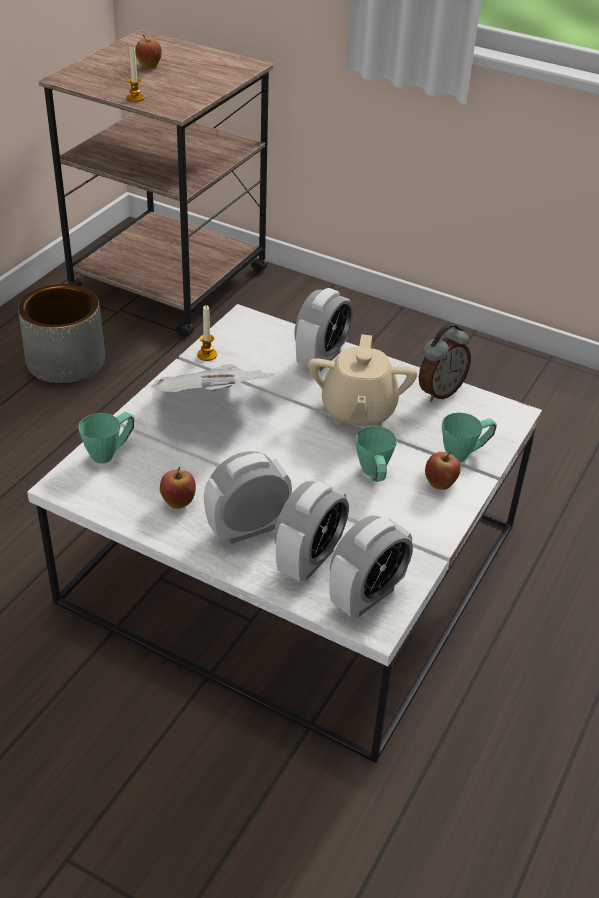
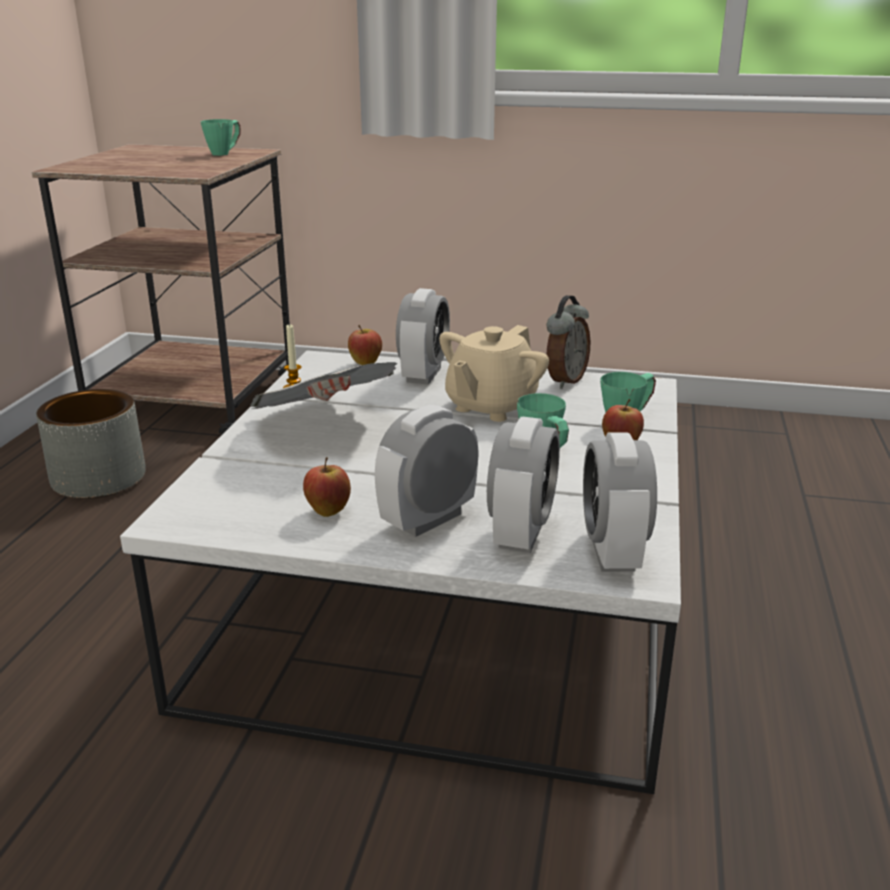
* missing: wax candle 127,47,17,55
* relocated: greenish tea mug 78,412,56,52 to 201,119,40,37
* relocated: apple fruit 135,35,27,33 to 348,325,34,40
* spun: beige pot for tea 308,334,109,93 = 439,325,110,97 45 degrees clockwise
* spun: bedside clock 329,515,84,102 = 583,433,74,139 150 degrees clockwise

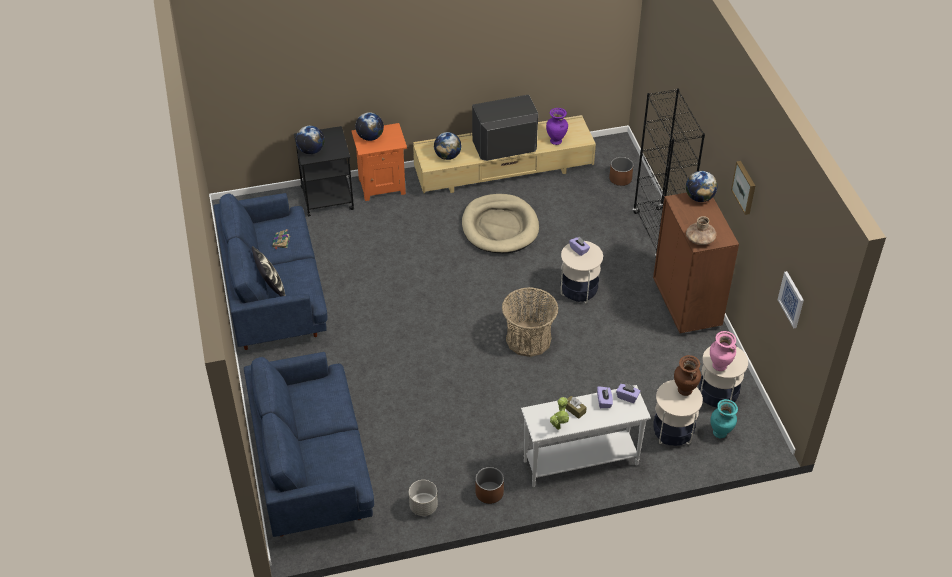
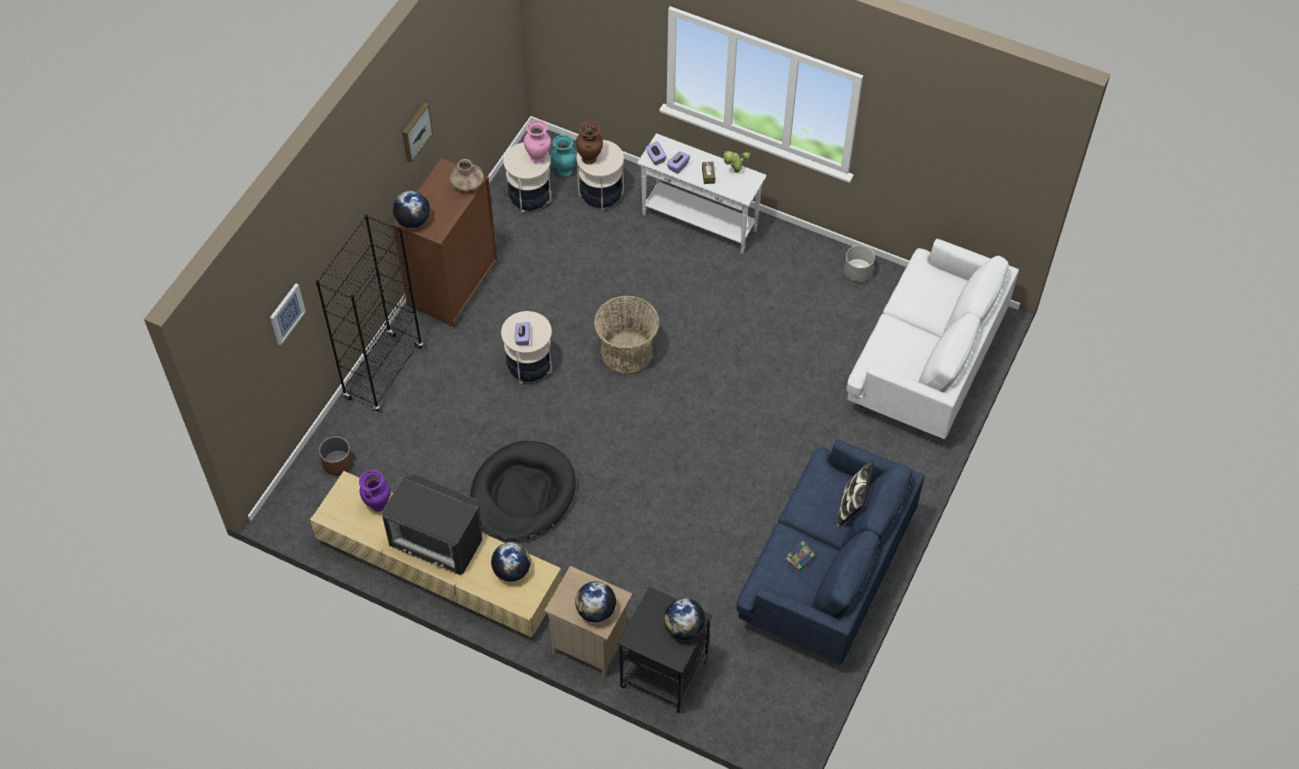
* missing: brownish flower pot 475,467,29,37
* relocated: wall picture 777,271,27,57 to 270,283,36,62
* colour: blue sofa 244,352,130,185 to whitish sofa 847,239,172,200
* colour: orangey nightstand 352,123,55,78 to beige nightstand 544,566,89,111
* colour: beige dog bed 462,194,77,59 to blackish dog bed 470,441,106,100

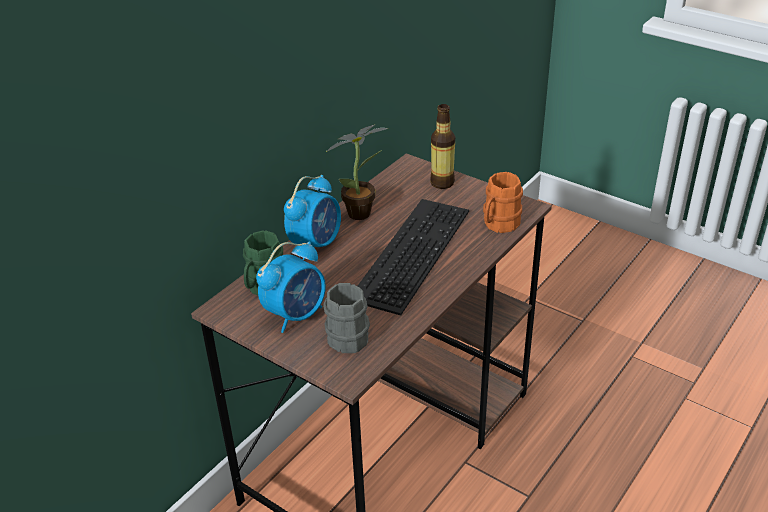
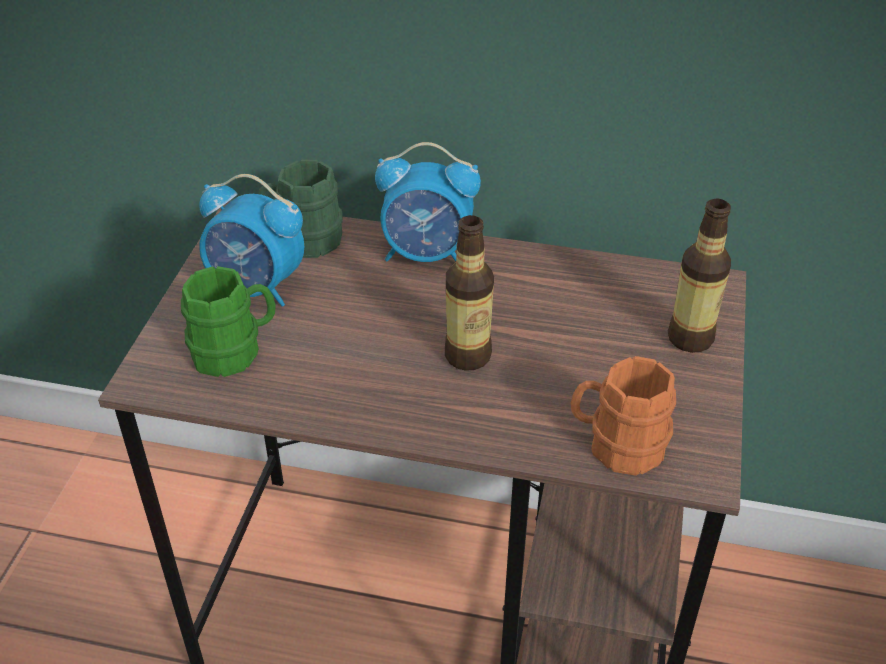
* missing: plant in a pot 326,124,62,96
* exchanged: keyboard 357,199,112,117 to drink bottle 445,215,49,156
* colour: grey tea mug 323,283,47,70 to greenish tea mug 181,266,95,111

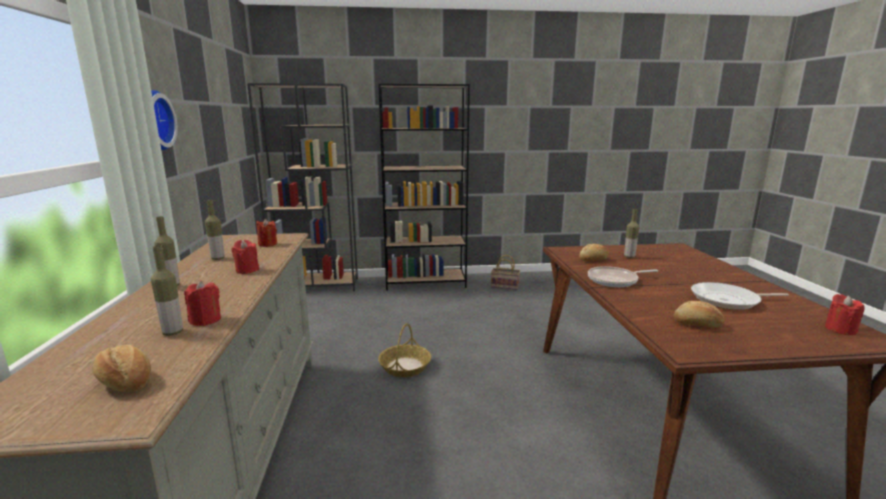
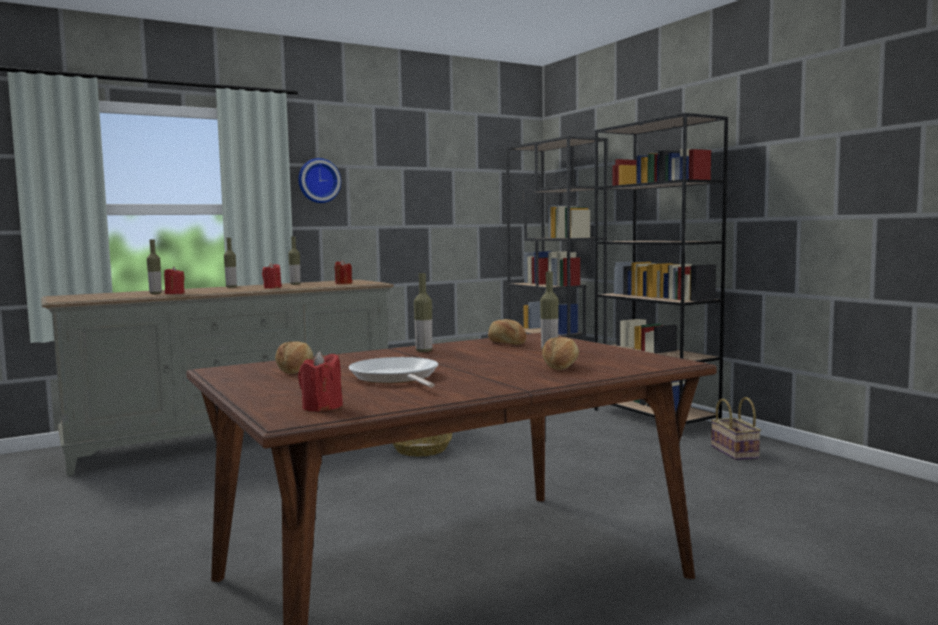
* relocated: bakery bread 93,345,58,47 to 542,337,37,33
* exchanged: skillet 588,266,70,21 to drink bottle 414,273,18,79

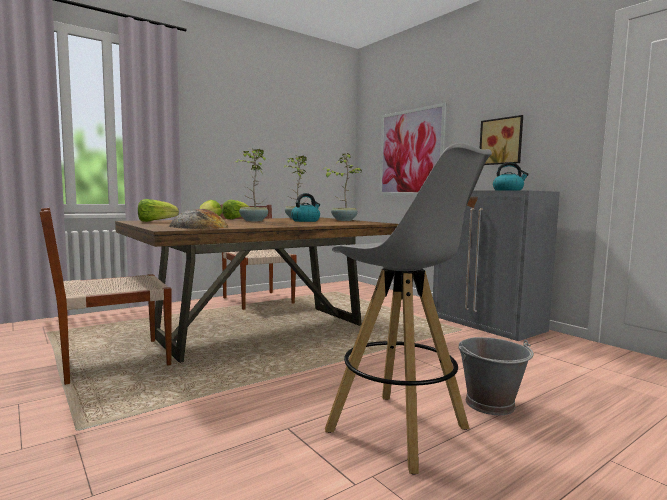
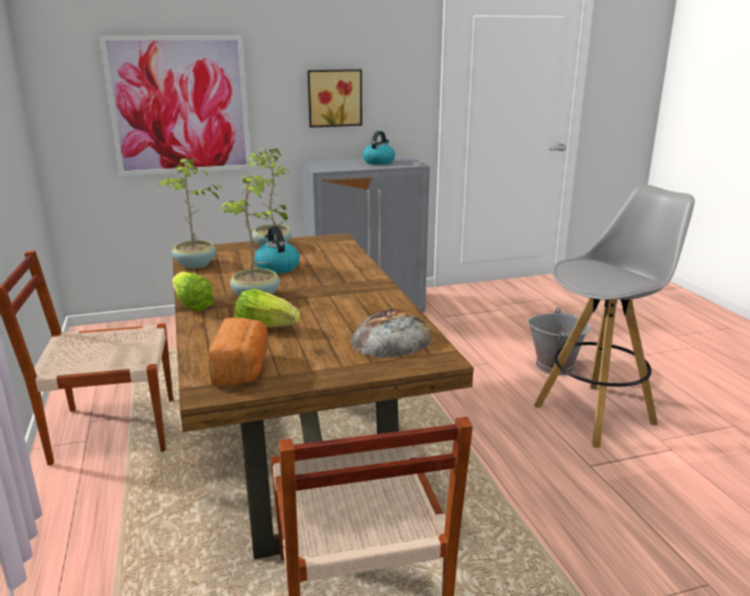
* exchanged: lettuce head 138,199,41,23 to bakery bread 209,318,59,69

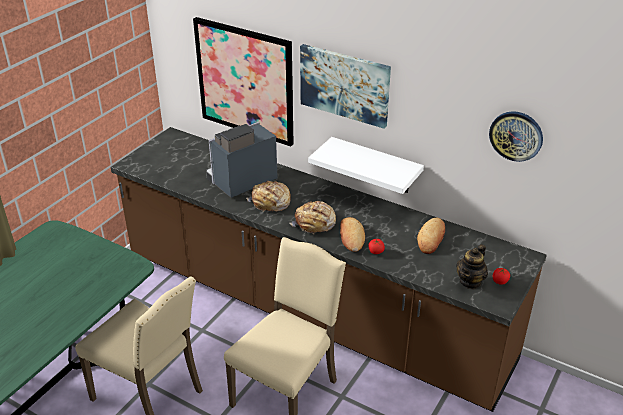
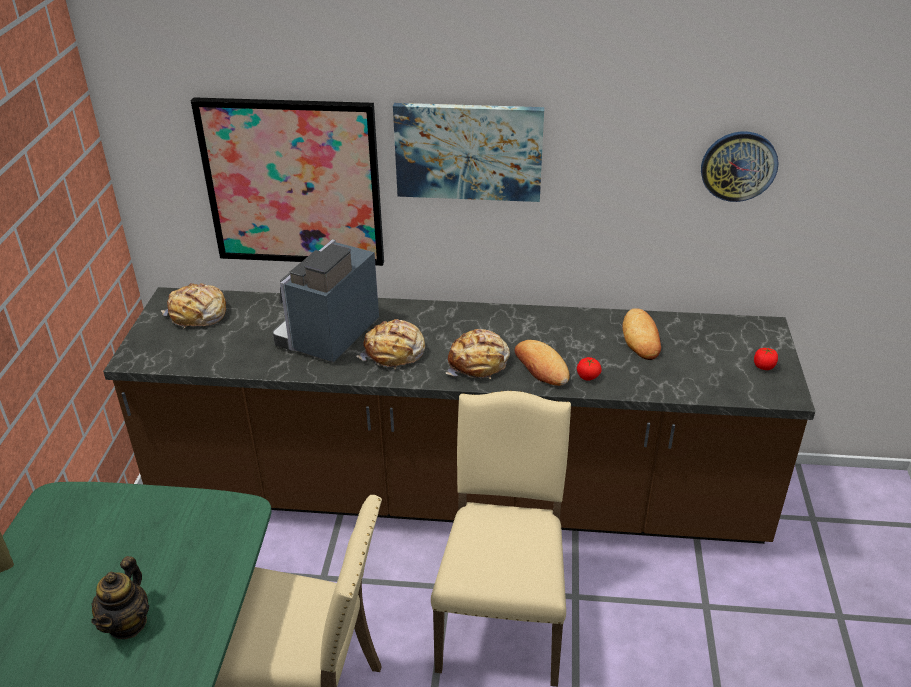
* missing: whitish bracket shelf 308,137,116,57
* appeared: bakery bread 161,283,65,46
* relocated: pot for tea 456,244,32,45 to 91,556,58,83

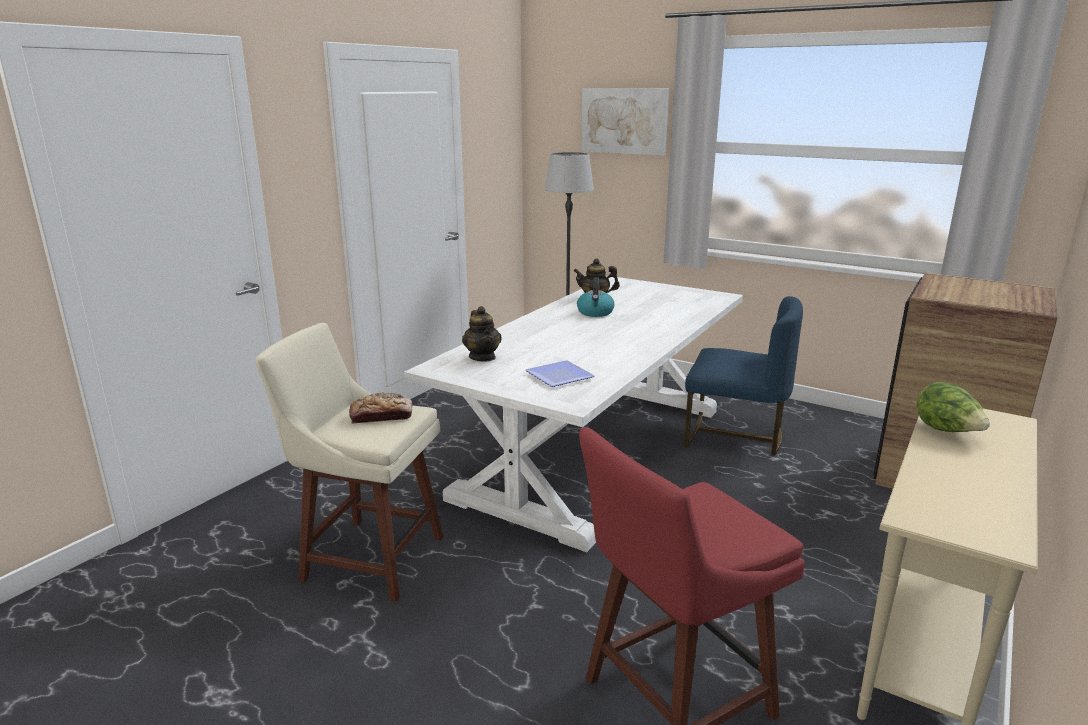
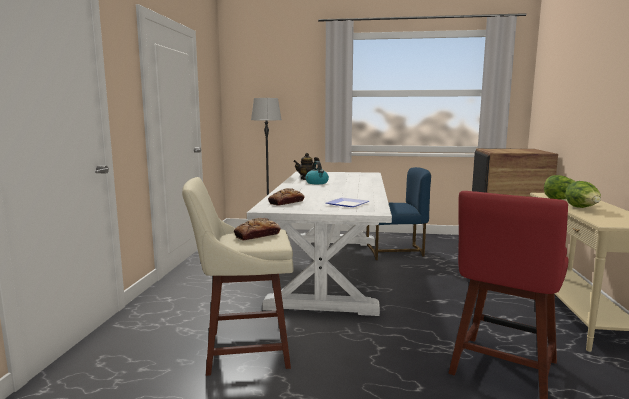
* missing: wall picture 581,88,88,67
* appeared: lettuce head 565,181,36,27
* exchanged: pot for tea 462,306,40,56 to bakery bread 268,188,37,18

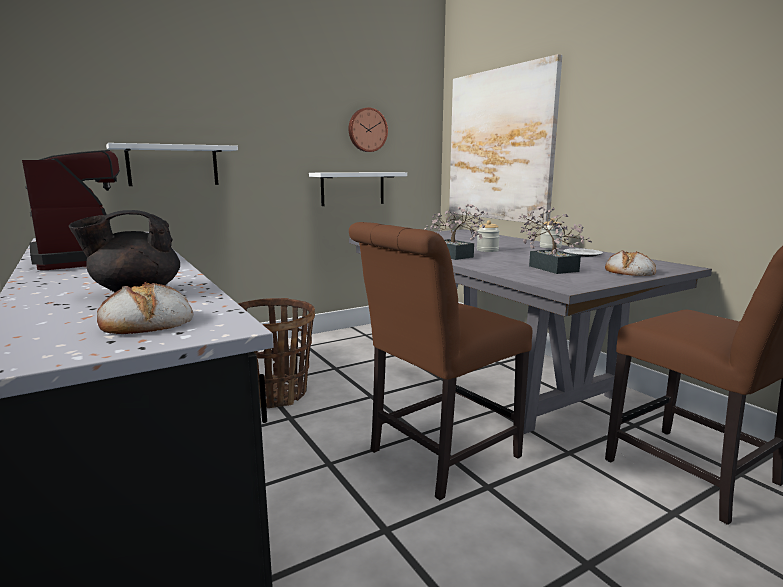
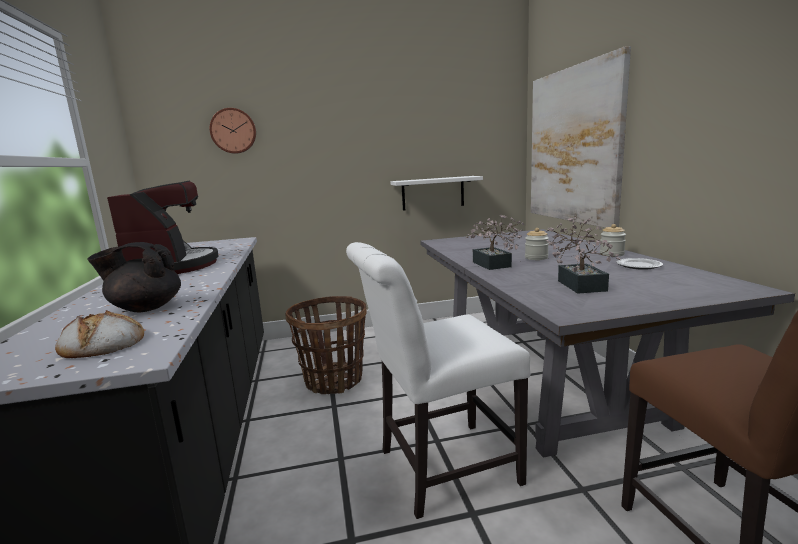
* missing: whitish bracket shelf 106,143,132,43
* missing: bakery bread 605,250,51,26
* relocated: clock on the wall 349,107,39,45 to 210,108,46,46
* colour: brownish chair 349,222,183,278 to whitish chair 346,242,184,277

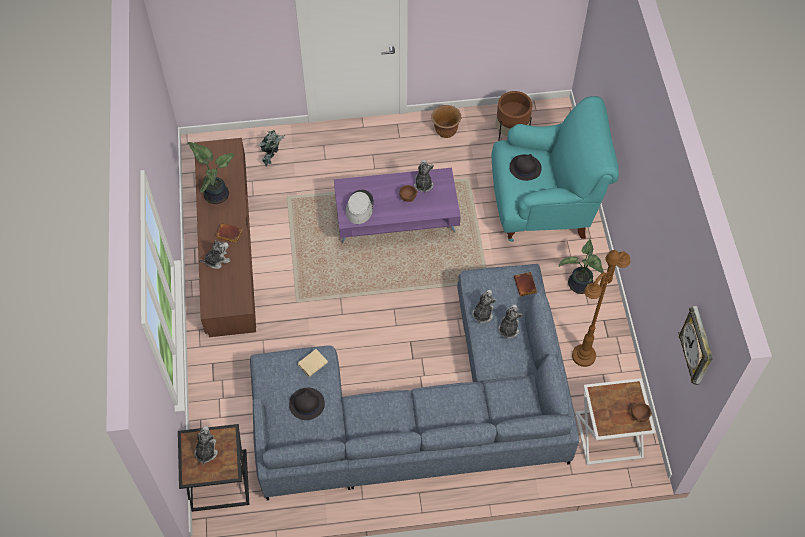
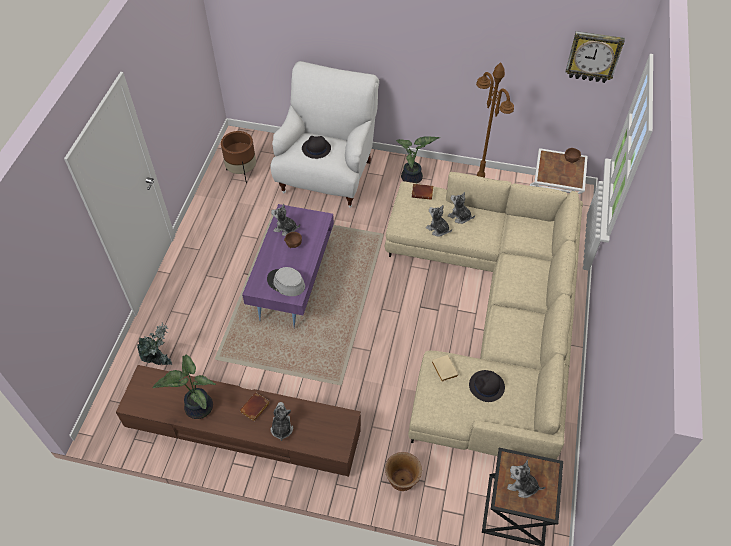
* relocated: brownish flower pot 431,105,30,33 to 385,452,37,39
* colour: blue sofa 250,264,329,237 to beige sofa 385,172,198,288
* colour: blue-green easy chair 492,96,127,146 to whitish easy chair 270,61,109,147

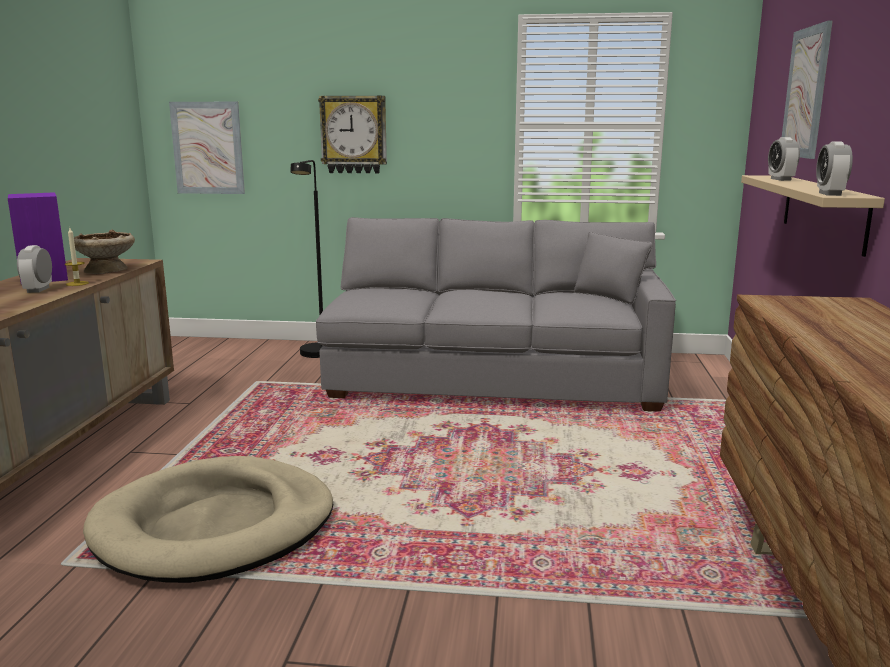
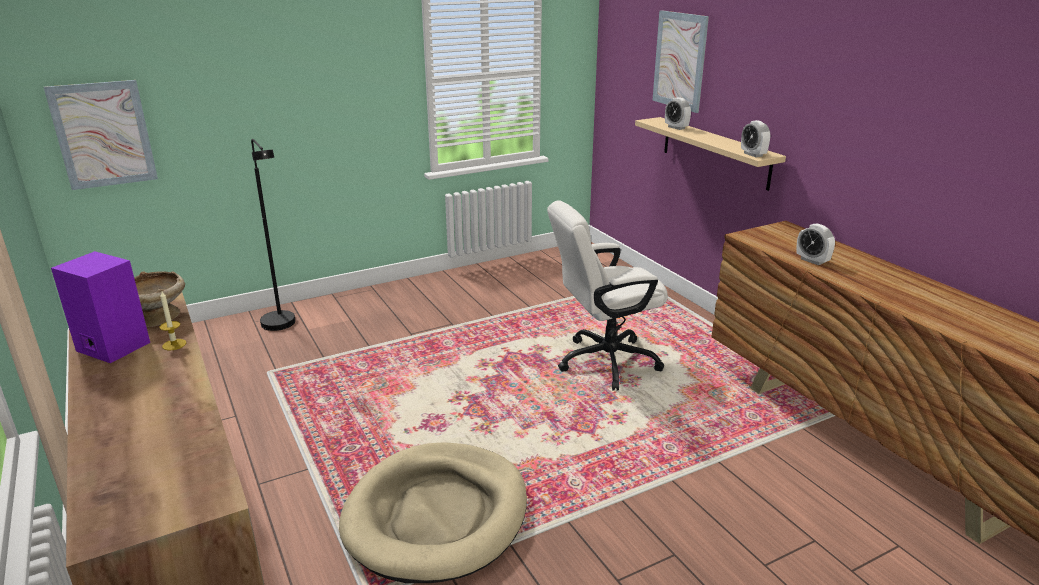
* missing: grey sofa 316,217,360,195
* missing: clock on the wall 318,95,69,79
* appeared: whitish computer chair 547,200,121,191
* relocated: bedside clock 17,245,35,48 to 796,223,39,42

